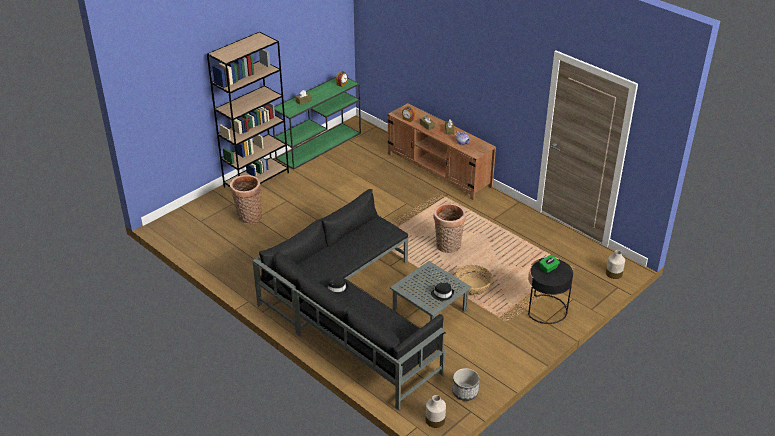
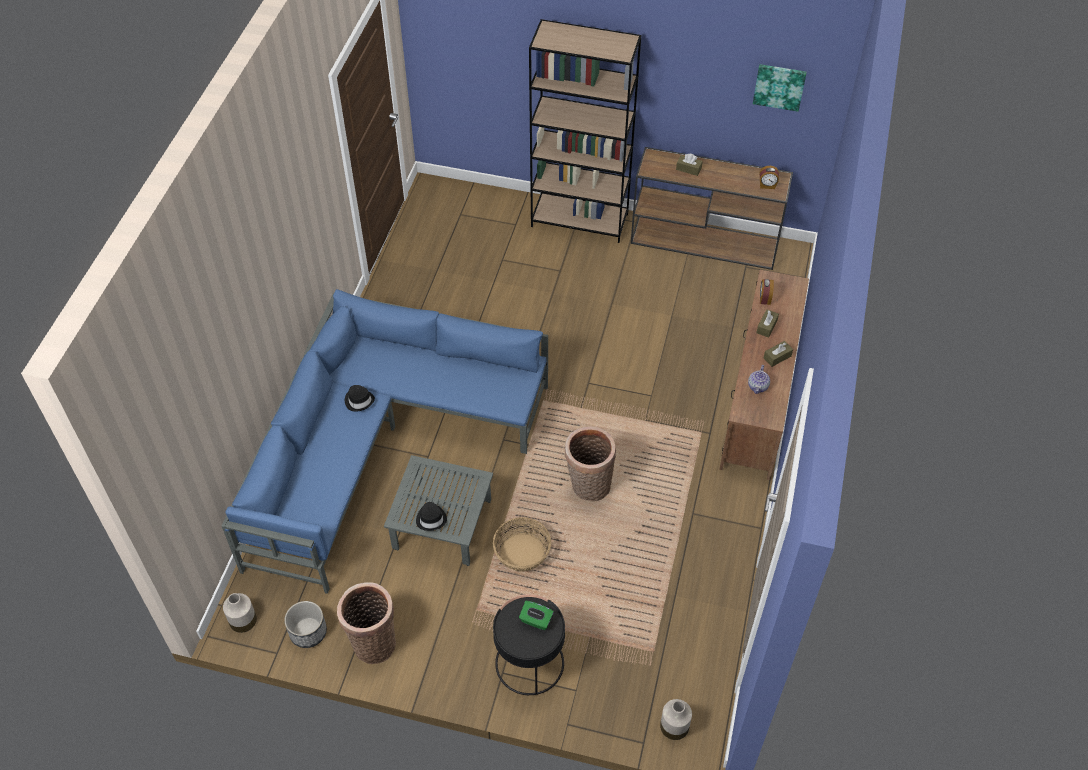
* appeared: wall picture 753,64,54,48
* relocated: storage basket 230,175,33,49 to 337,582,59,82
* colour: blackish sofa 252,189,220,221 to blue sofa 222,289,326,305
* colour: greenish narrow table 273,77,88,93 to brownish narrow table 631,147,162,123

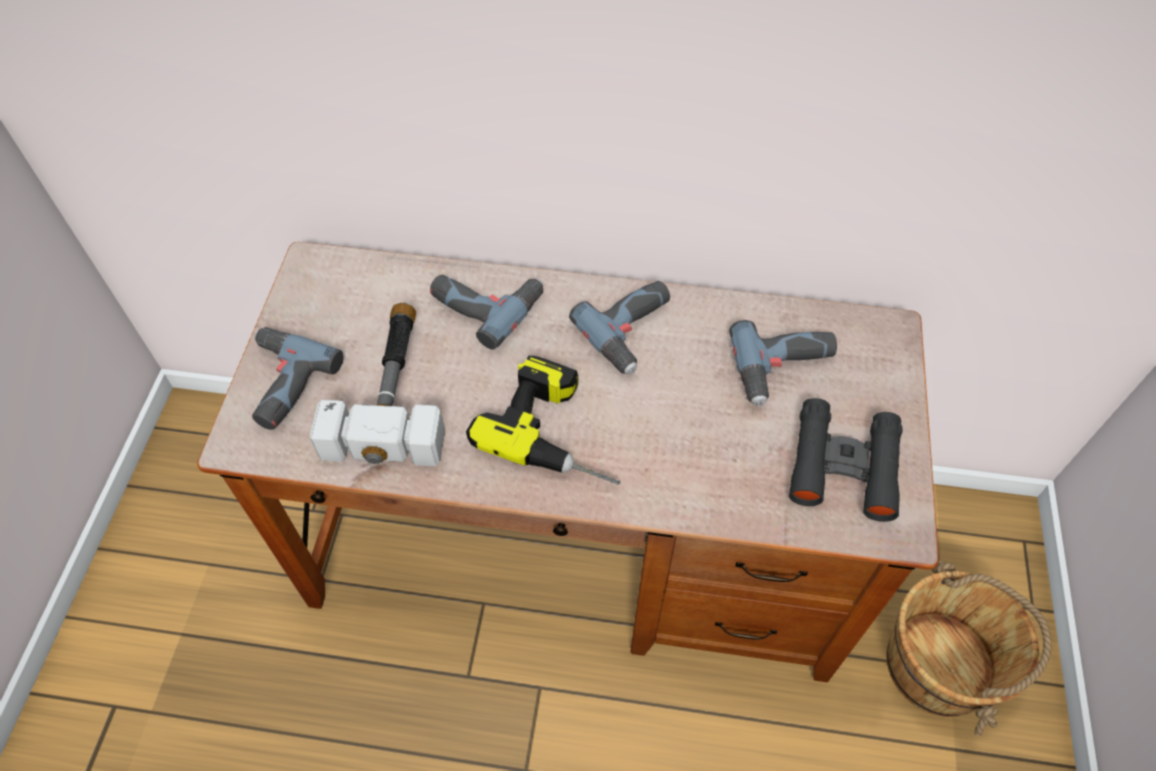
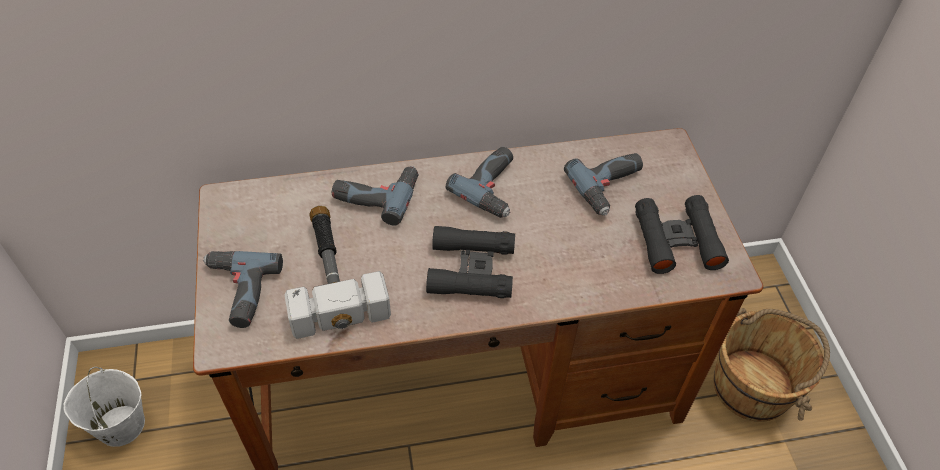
* appeared: whitish water bucket 63,367,82,80
* exchanged: electric drill 466,356,155,129 to blackish pair of binoculars 426,226,89,72

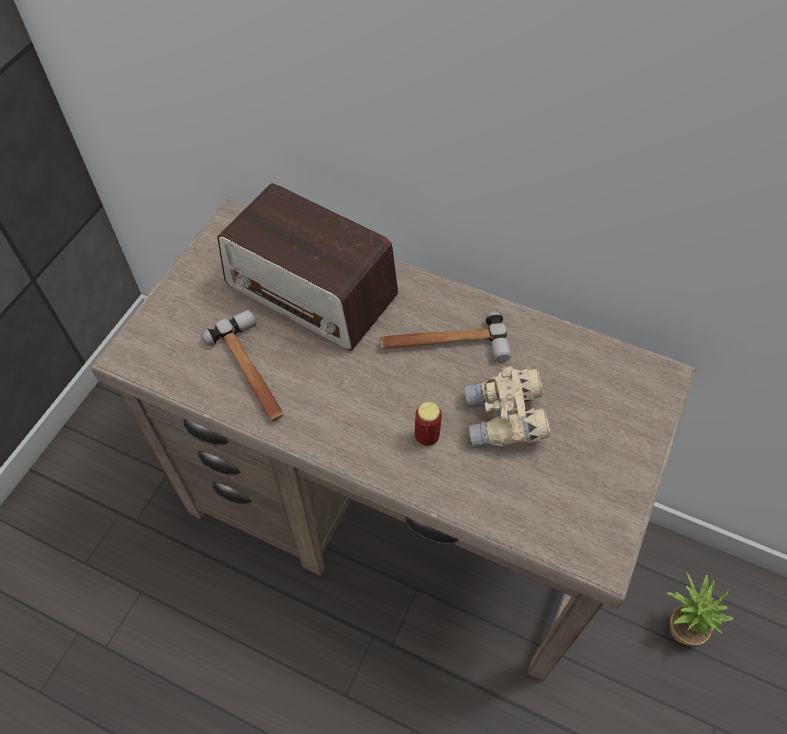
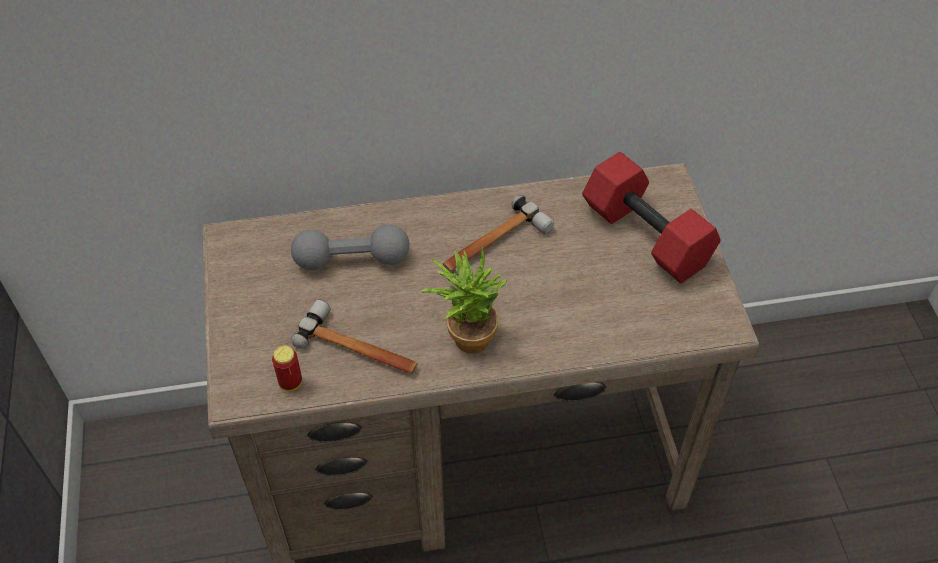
* missing: beige pair of binoculars 465,366,86,82
* appeared: red-coloured free weight 582,152,139,131
* relocated: metal can 415,402,27,45 to 272,346,30,45
* relocated: plant in a pot 667,572,67,74 to 421,246,86,108
* exchanged: radio set 218,183,180,168 to grey free weight 291,225,118,45

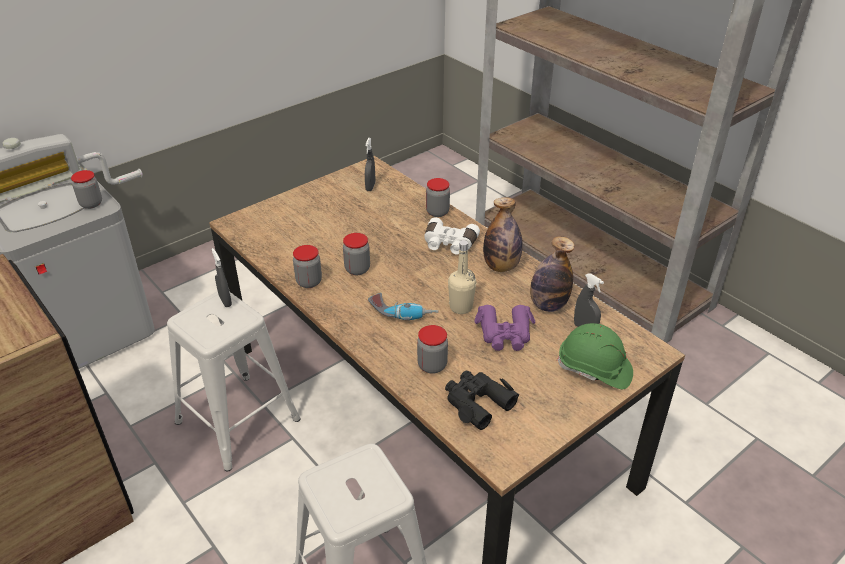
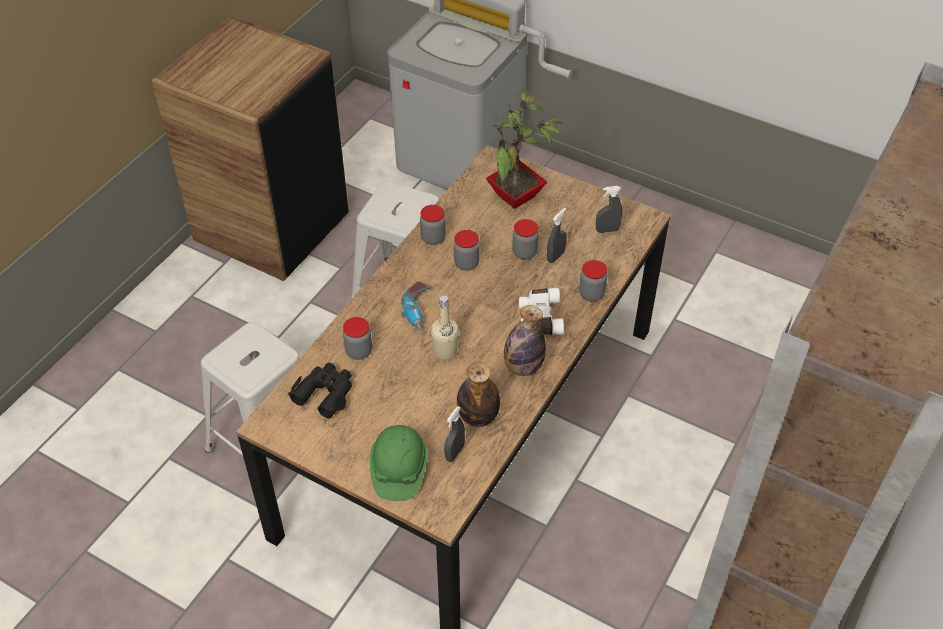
* missing: purplish pair of binoculars 475,305,61,46
* appeared: plant in a pot 486,91,78,118
* relocated: preserve jar 71,170,31,39 to 512,219,27,41
* relocated: grey sprayer 211,248,21,59 to 547,208,20,55

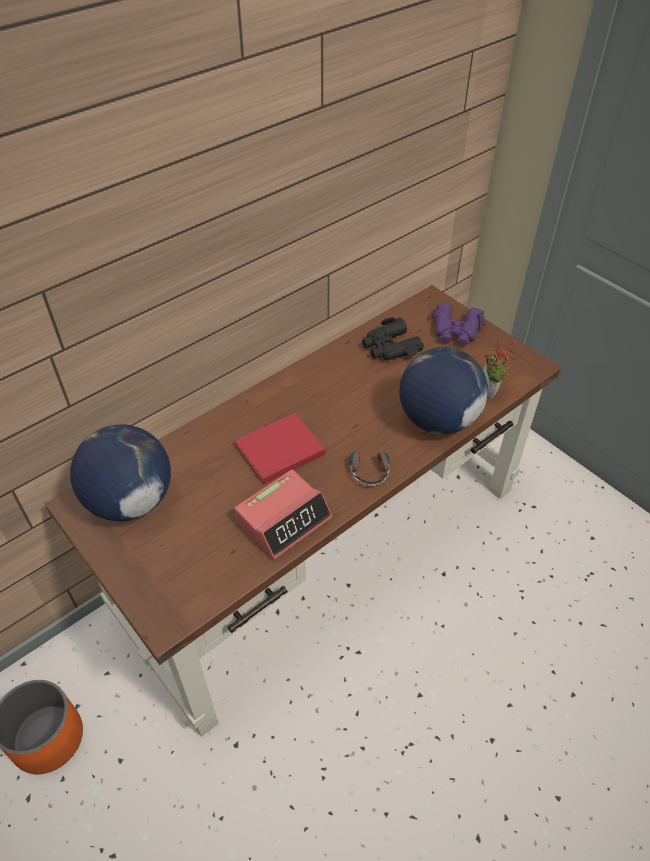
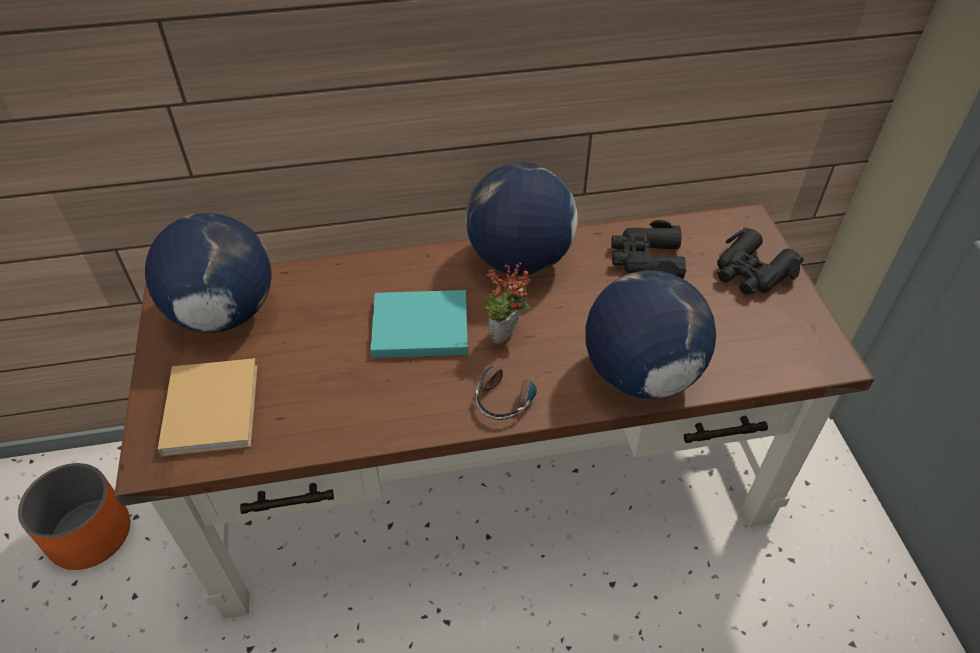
* missing: bedside clock 235,470,97,90
* appeared: beige book 158,358,100,98
* appeared: world globe 466,162,112,113
* relocated: plant in a pot 482,339,37,61 to 485,263,46,81
* colour: red-coloured book 235,413,90,71 to blue-green book 370,290,98,68
* colour: purplish pair of binoculars 431,303,55,43 to blackish pair of binoculars 717,228,87,67

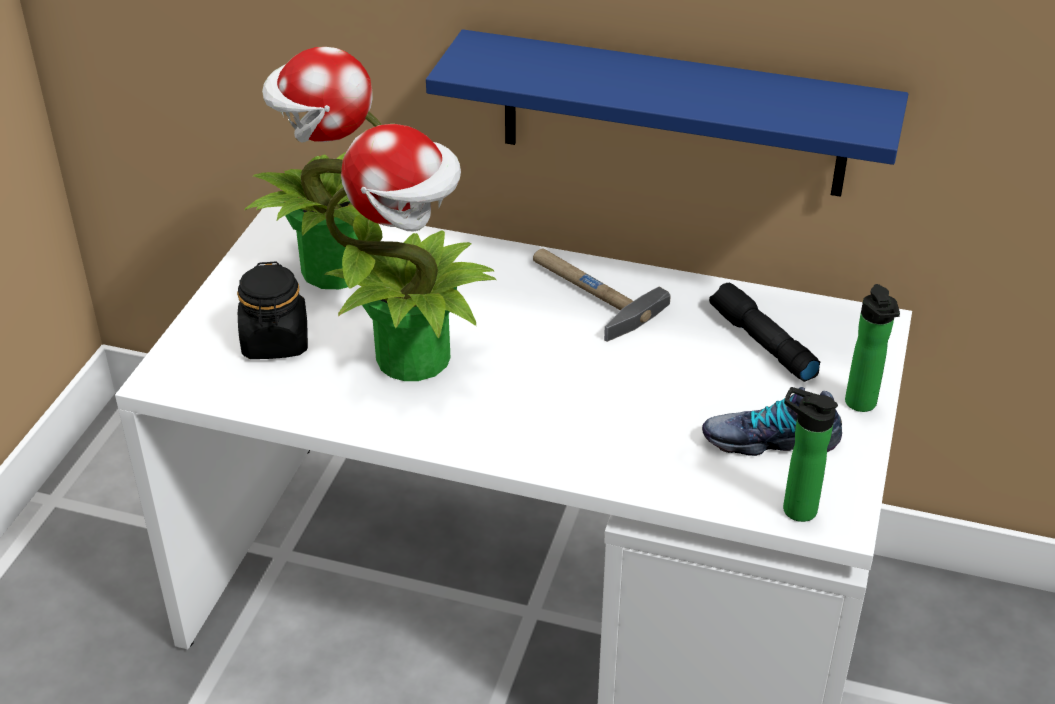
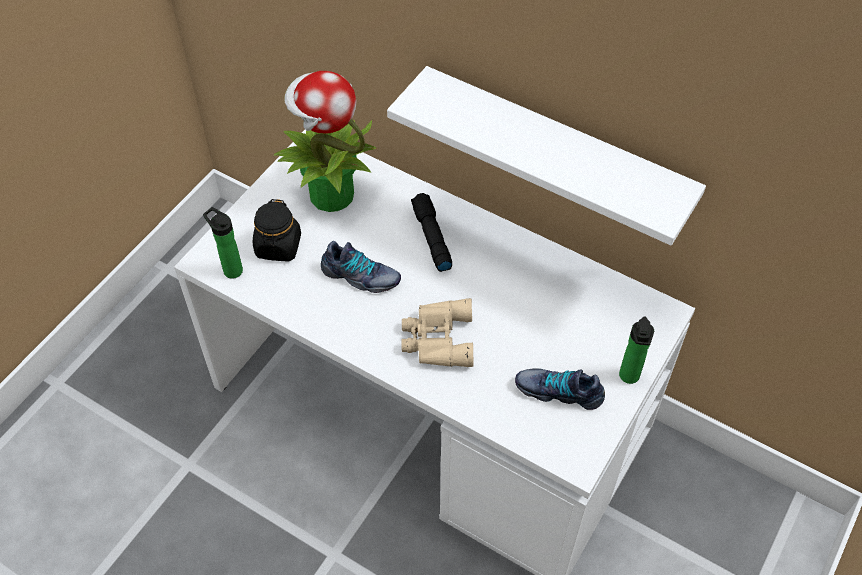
* missing: hammer 533,248,138,94
* appeared: beige pair of binoculars 401,298,72,69
* relocated: blackish flashlight 709,283,112,99 to 411,193,41,79
* relocated: drink bottle 783,387,55,135 to 203,207,40,72
* exchanged: plant in a pot 324,124,172,257 to item of footwear 321,241,80,52
* colour: blue bracket shelf 426,29,482,168 to whitish bracket shelf 387,66,319,179

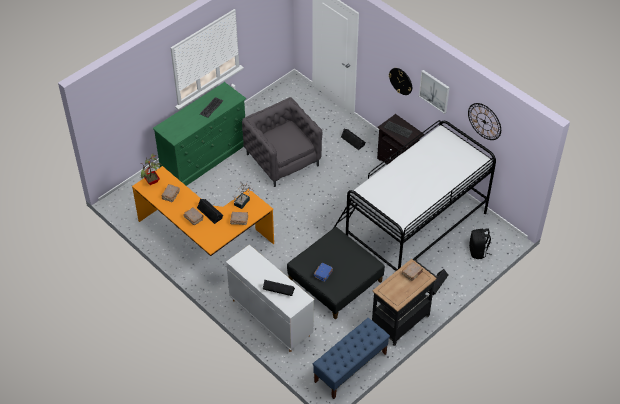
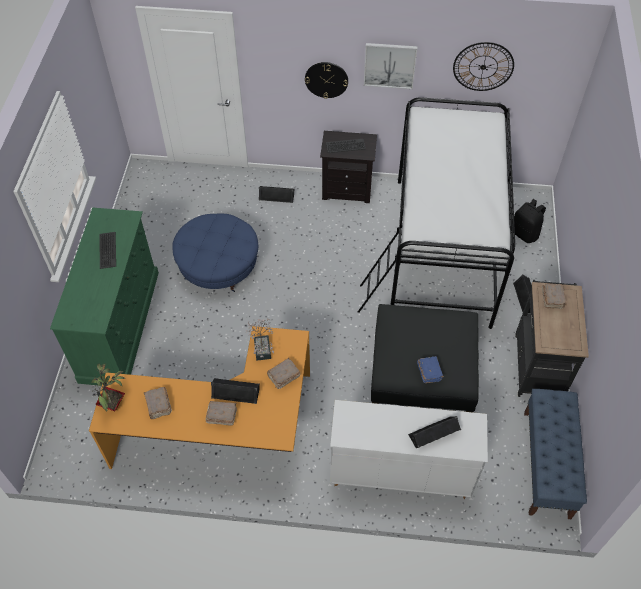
* exchanged: grey easy chair 242,97,80,90 to blue pouffe 172,214,86,78

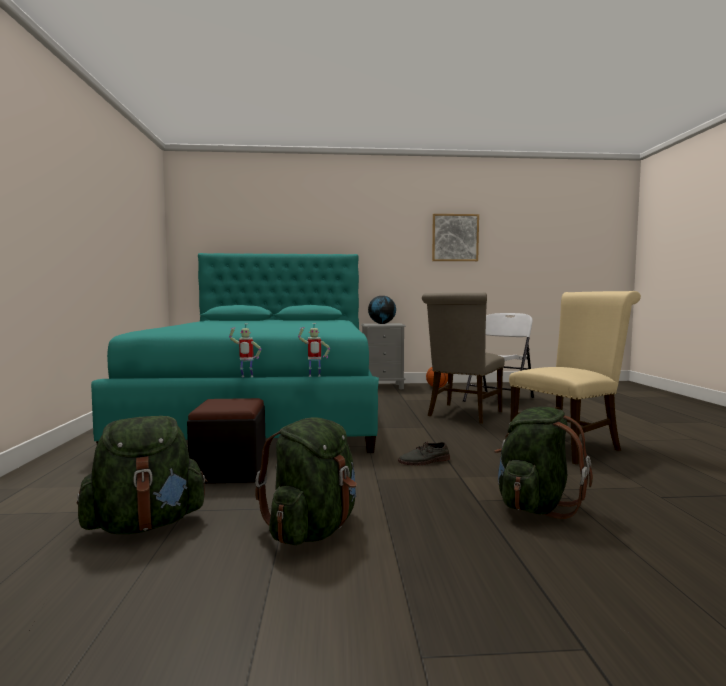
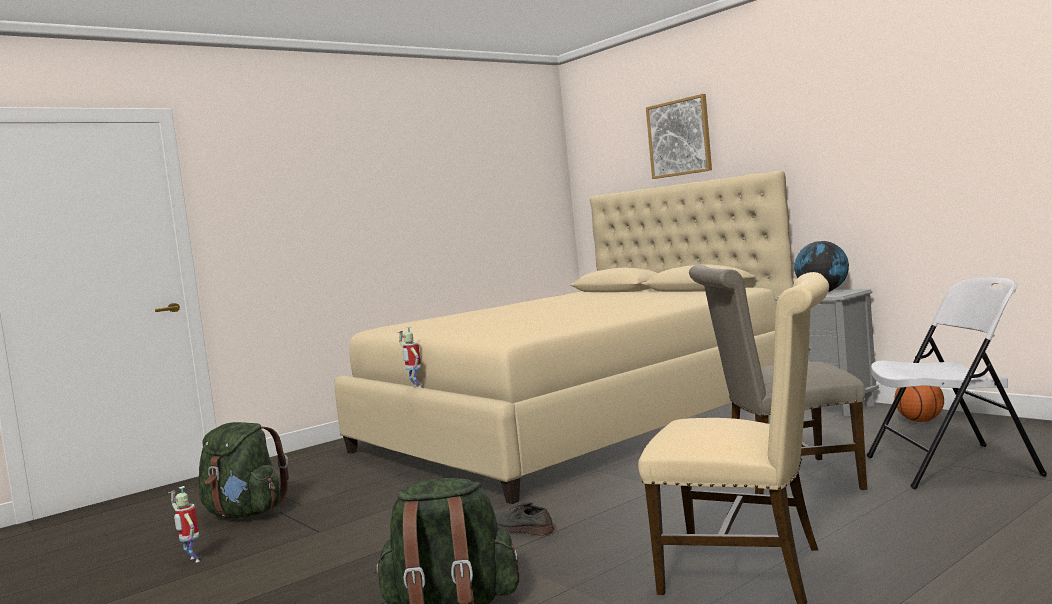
* missing: blackish pouffe 187,398,78,86
* missing: greenish knapsack 255,418,102,127
* relocated: toy robot 298,323,32,54 to 168,486,32,76
* relocated: wall picture 432,214,47,47 to 646,94,66,85
* colour: blue-green sleeping bed 91,253,288,200 to beige sleeping bed 334,170,460,334

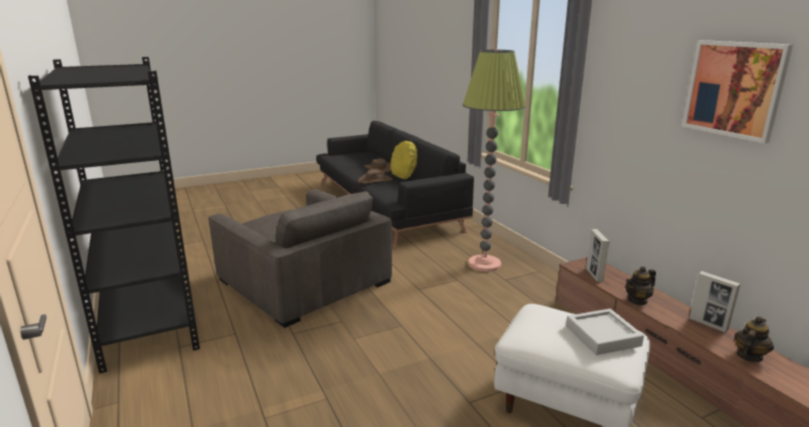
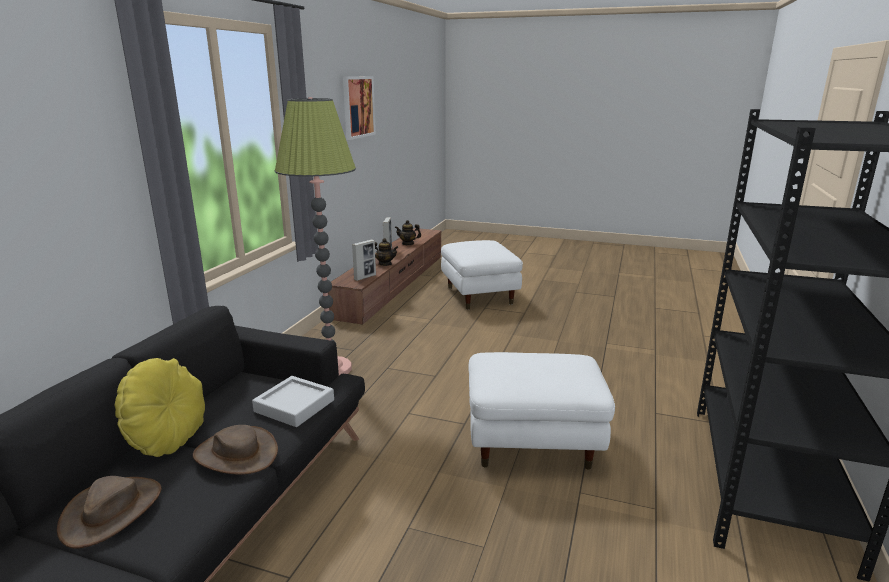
* relocated: grey carrying tray 566,309,78,46 to 252,376,82,51
* exchanged: grey easy chair 208,189,184,139 to whitish pouffe 468,352,147,118

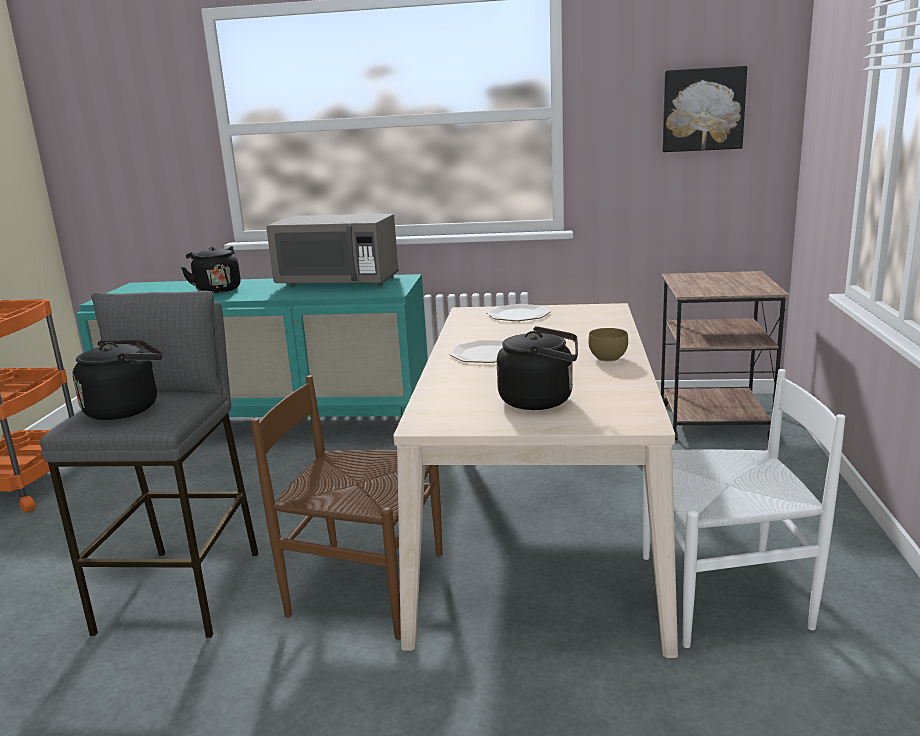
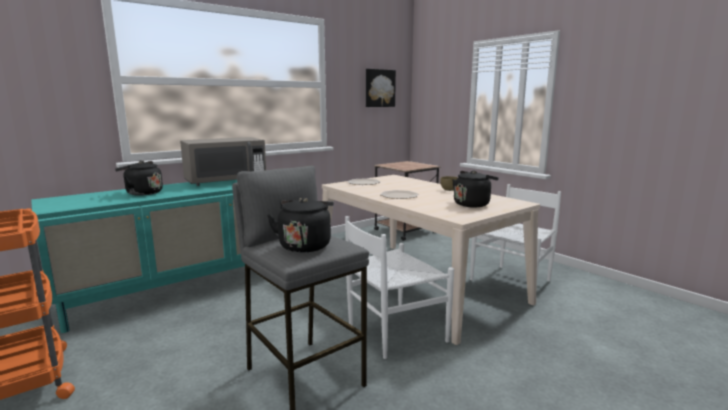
* colour: brownish chair 251,375,192,265 to whitish chair 345,216,109,143

